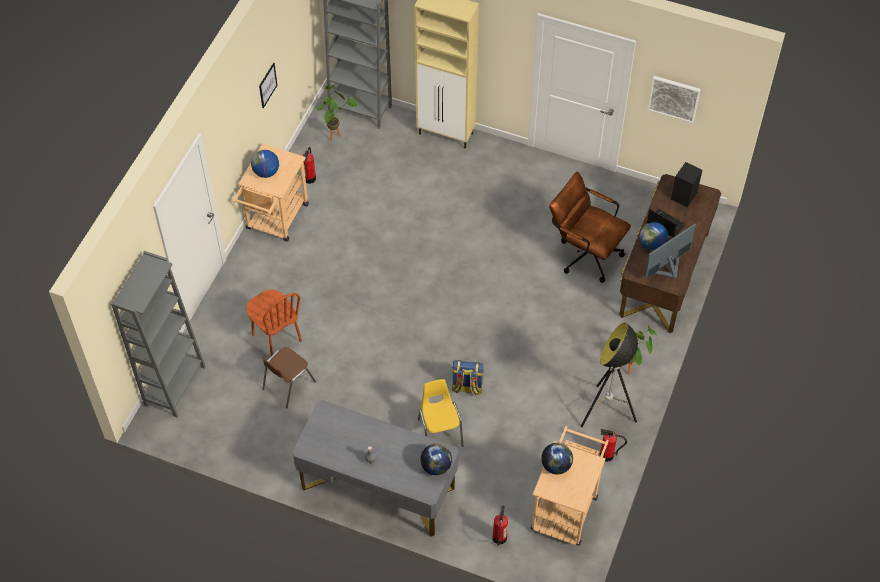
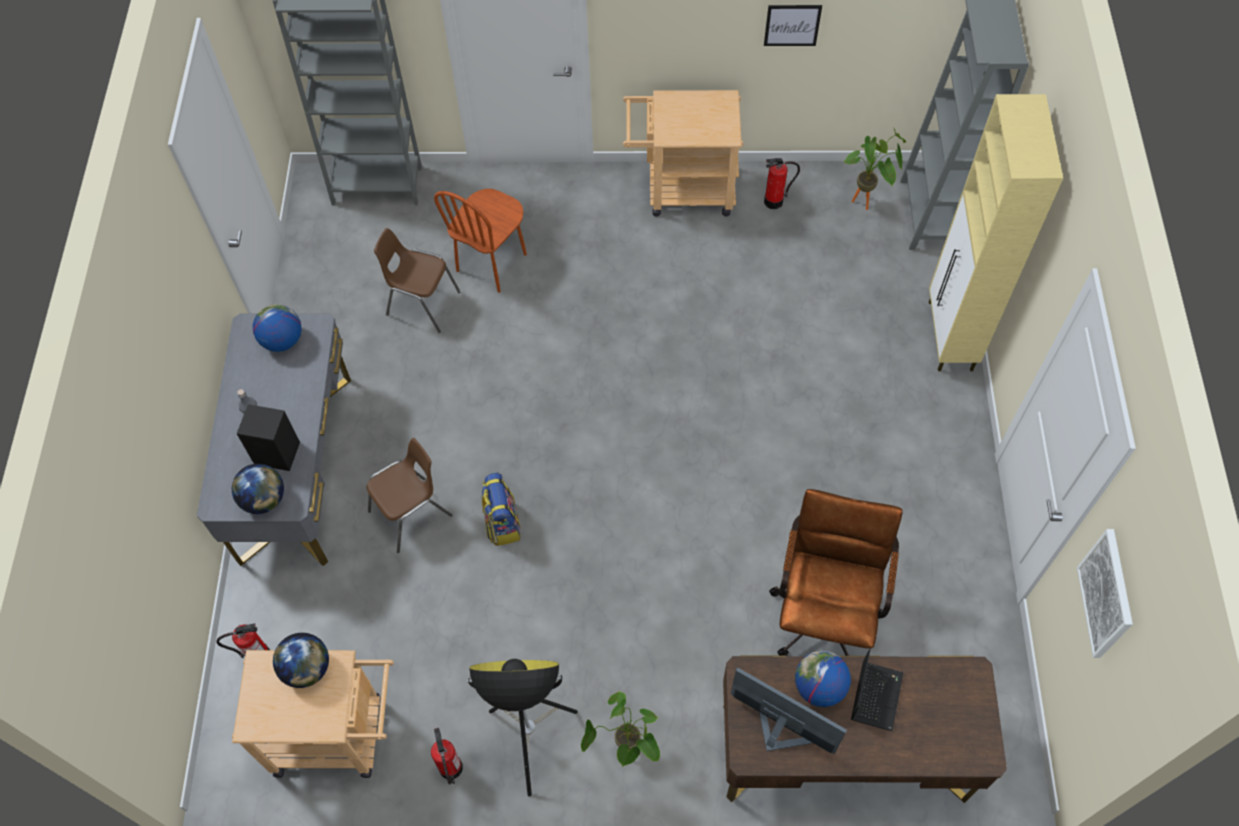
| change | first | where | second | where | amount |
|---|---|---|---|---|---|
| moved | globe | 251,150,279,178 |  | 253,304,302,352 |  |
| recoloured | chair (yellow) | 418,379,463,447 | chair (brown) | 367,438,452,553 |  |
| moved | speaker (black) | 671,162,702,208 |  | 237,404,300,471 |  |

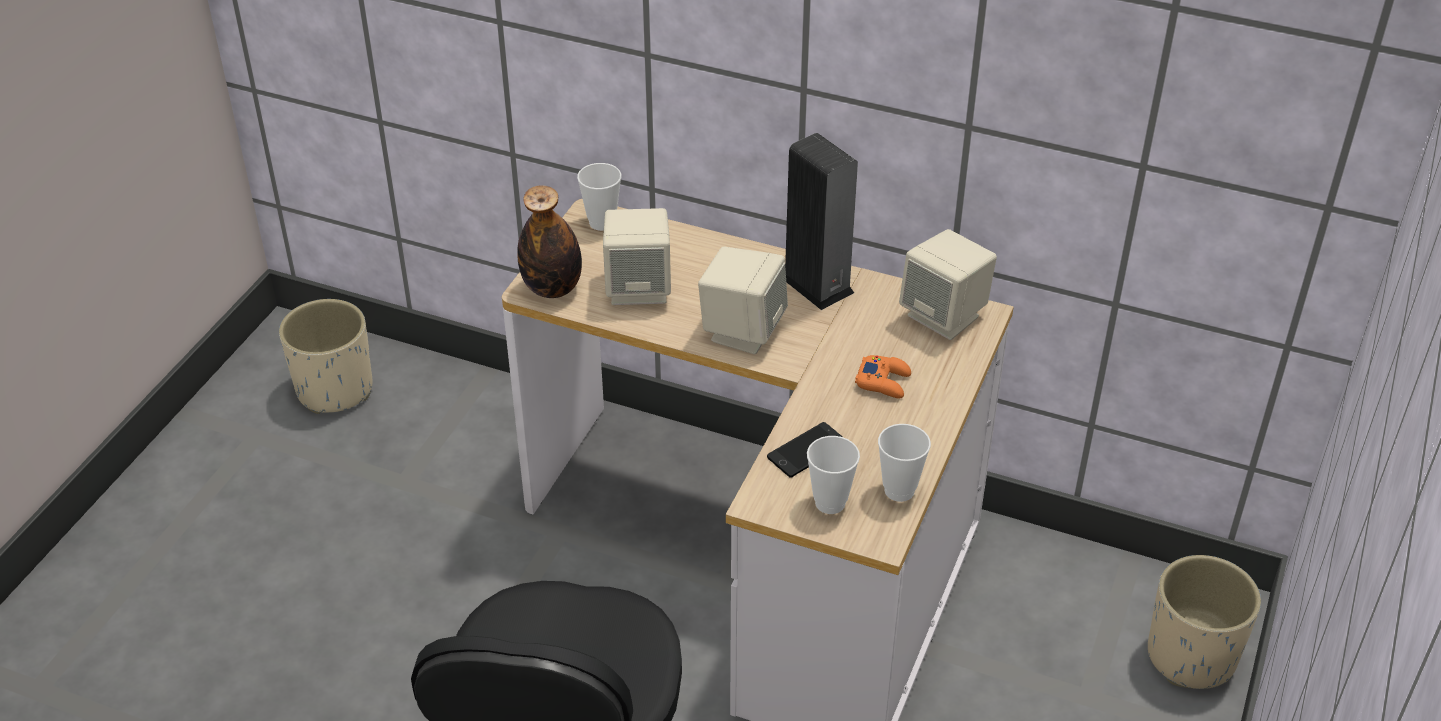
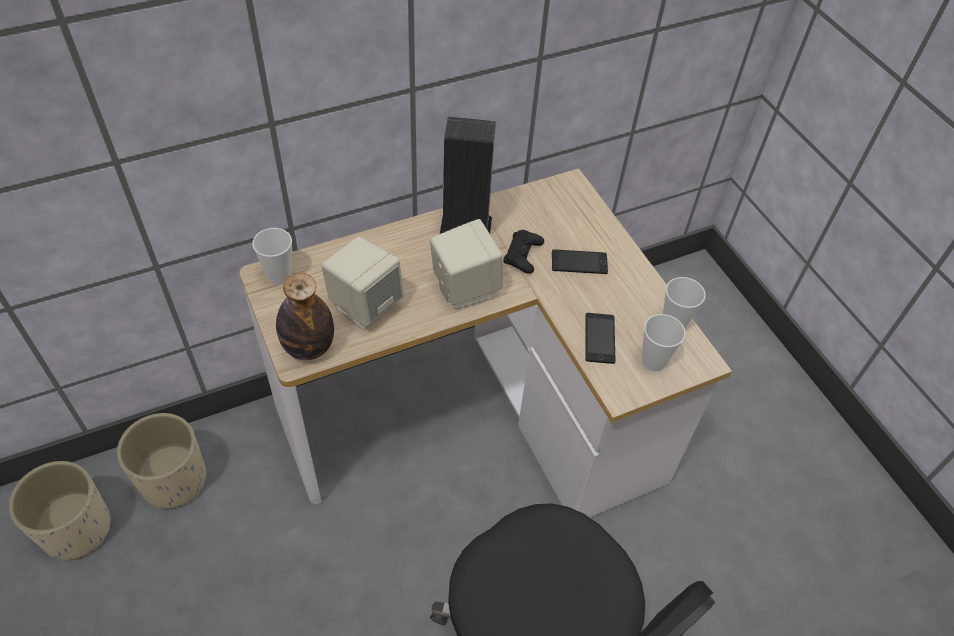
| change | first | where | second | where | amount |
|---|---|---|---|---|---|
| replaced | game controller (orange) | 855,355,911,398 | phone | 552,249,608,274 |  |
| removed | speaker (beige) | 899,229,997,340 |  |  |  |
| moved | planter (beige) | 1148,555,1261,689 |  | 117,413,206,510 |  |
| added |  |  | game controller (black) | 503,230,544,274 |  |

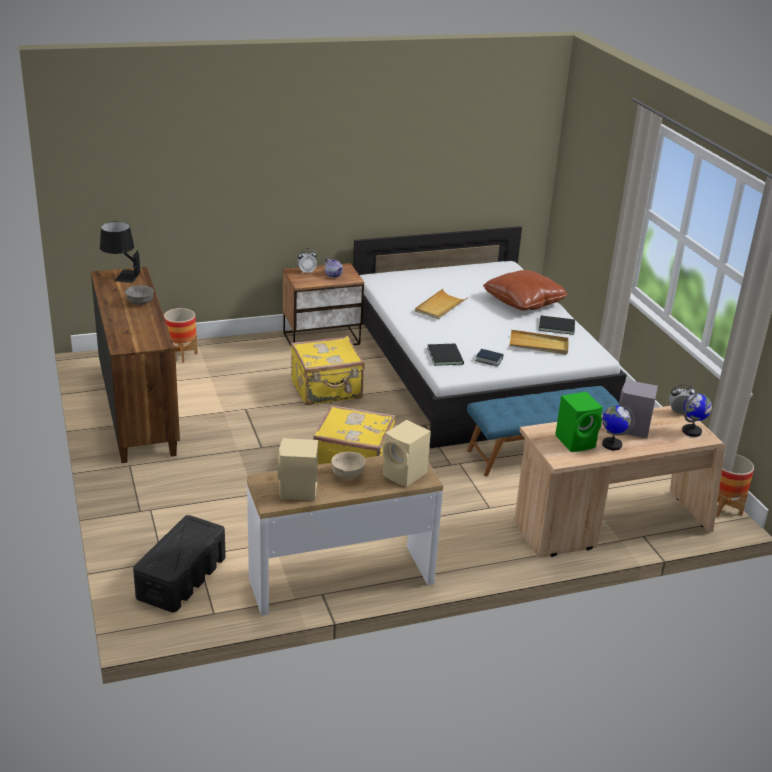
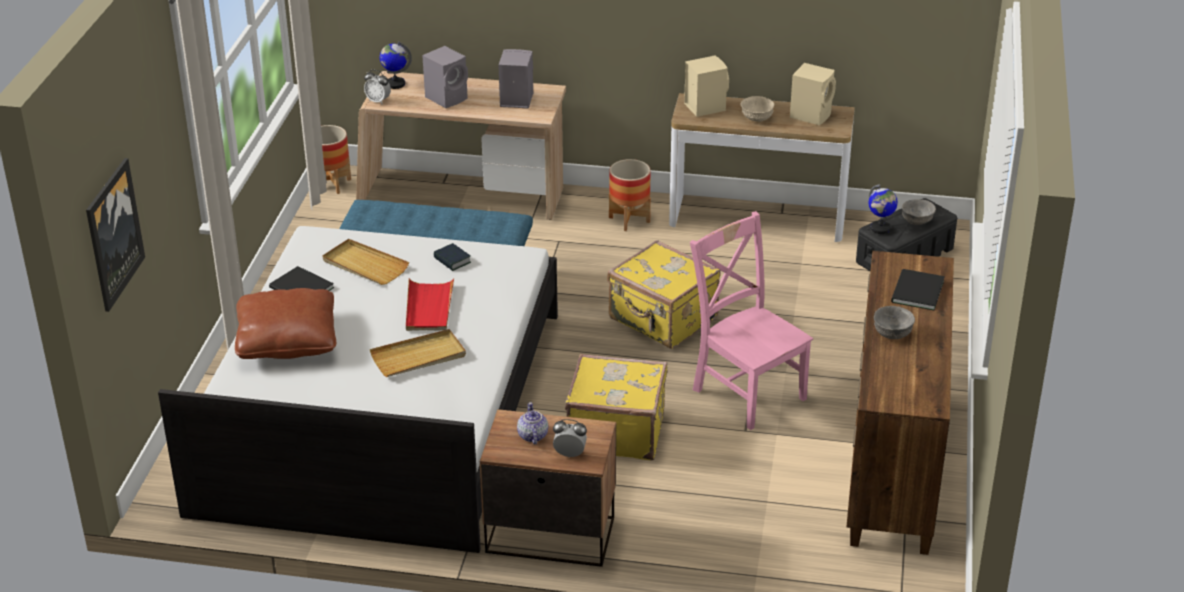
| change | first | where | second | where | amount |
|---|---|---|---|---|---|
| removed | table lamp (black) | 100,221,141,283 |  |  |  |
| moved | planter | 164,308,198,363 |  | 609,159,651,231 |  |
| moved | book (black) | 427,344,464,366 |  | 891,269,945,311 |  |
| recoloured | speaker (green) | 555,392,603,452 | speaker (grey) | 498,49,533,109 |  |
| moved | globe | 602,405,635,451 |  | 869,184,898,234 |  |
| added |  |  | picture | 86,158,145,312 |  |
| added |  |  | tray (red) | 406,278,454,331 |  |
| added |  |  | chair (pink) | 690,211,813,430 |  |
| added |  |  | bowl (grey) | 902,199,936,225 |  |

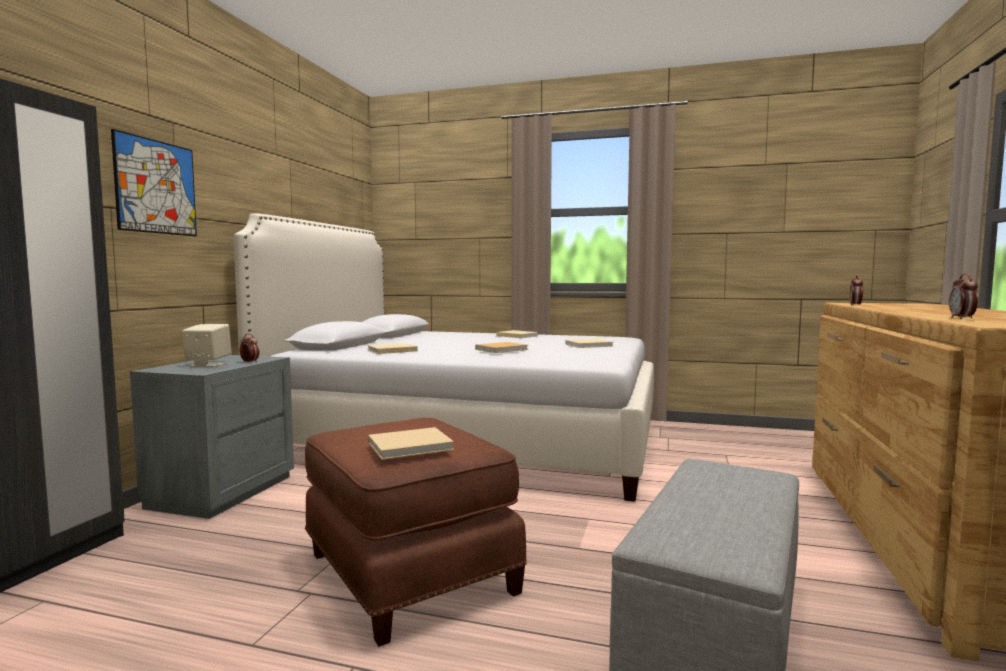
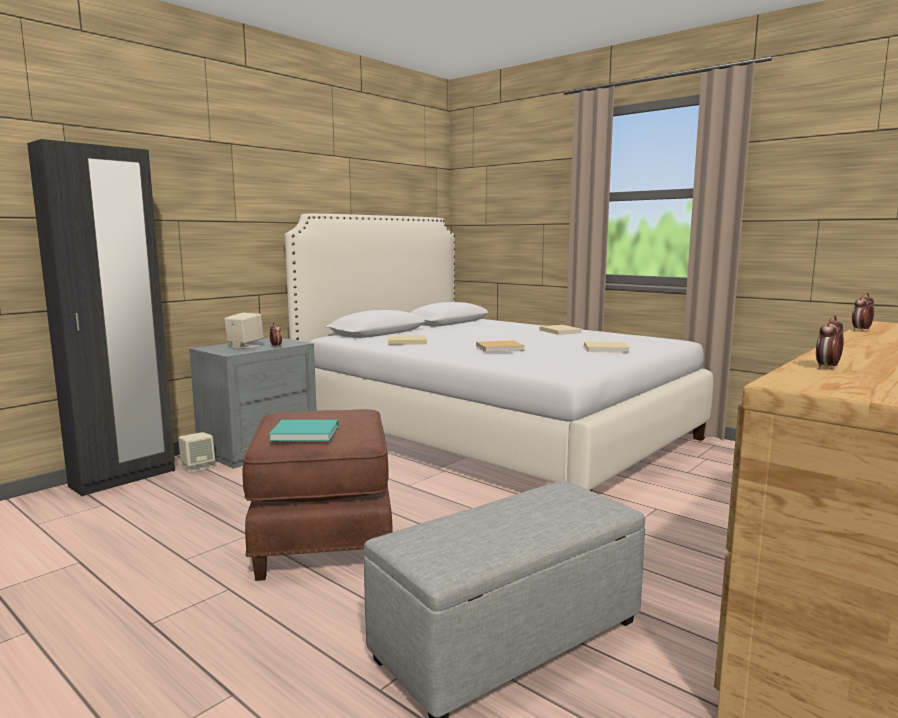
| change | first | where | second | where | amount |
|---|---|---|---|---|---|
| removed | picture | 111,129,197,236 |  |  |  |
| recoloured | book (beige) | 368,427,454,460 | book (turquoise) | 269,420,338,441 |  |
| added |  |  | speaker (beige) | 178,432,215,473 |  |

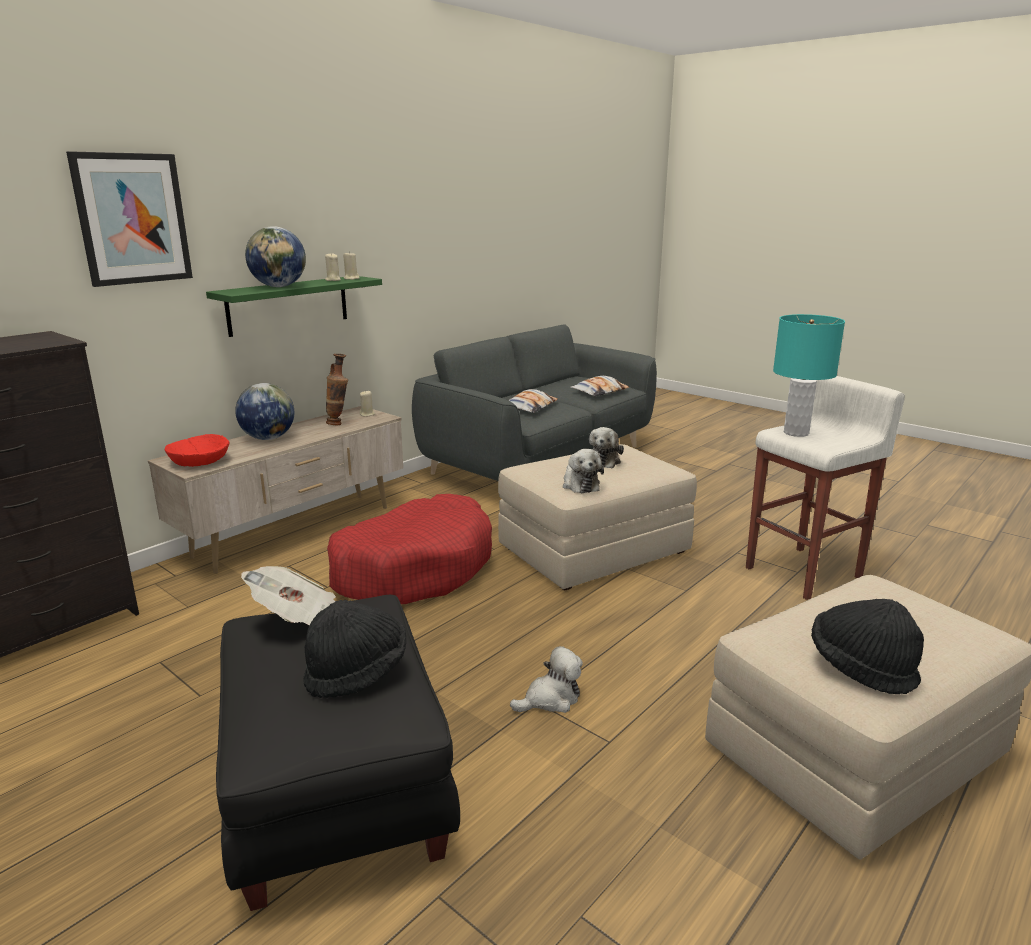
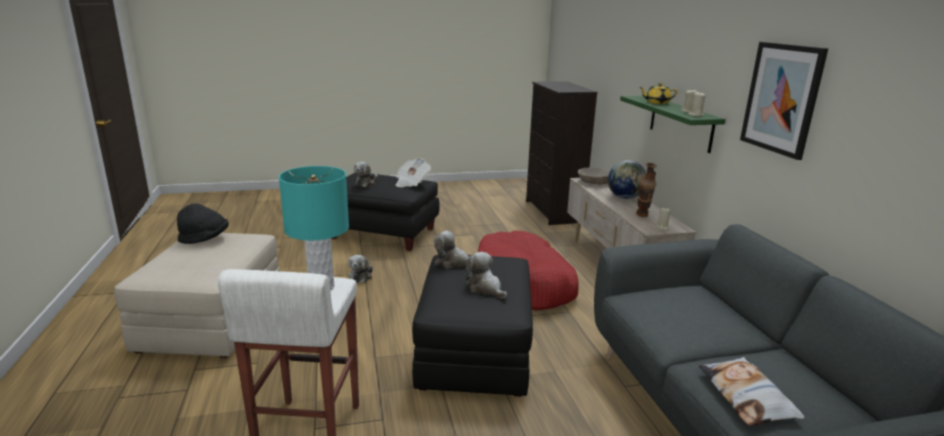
| change | first | where | second | where | amount |
|---|---|---|---|---|---|
| moved | picture | 66,151,193,287 |  | 740,42,828,160 |  |
| recoloured | bowl (red) | 165,434,229,467 | bowl (beige) | 578,168,610,184 |  |
| replaced | globe | 245,226,306,287 | teapot (yellow) | 639,83,678,104 |  |
| replaced | hat (black) | 304,600,406,698 | plush toy | 354,162,379,187 |  |
| recoloured | ottoman (beige) | 498,444,697,591 | ottoman (black) | 412,255,533,397 |  |
| removed | pillow | 508,389,558,413 |  |  |  |

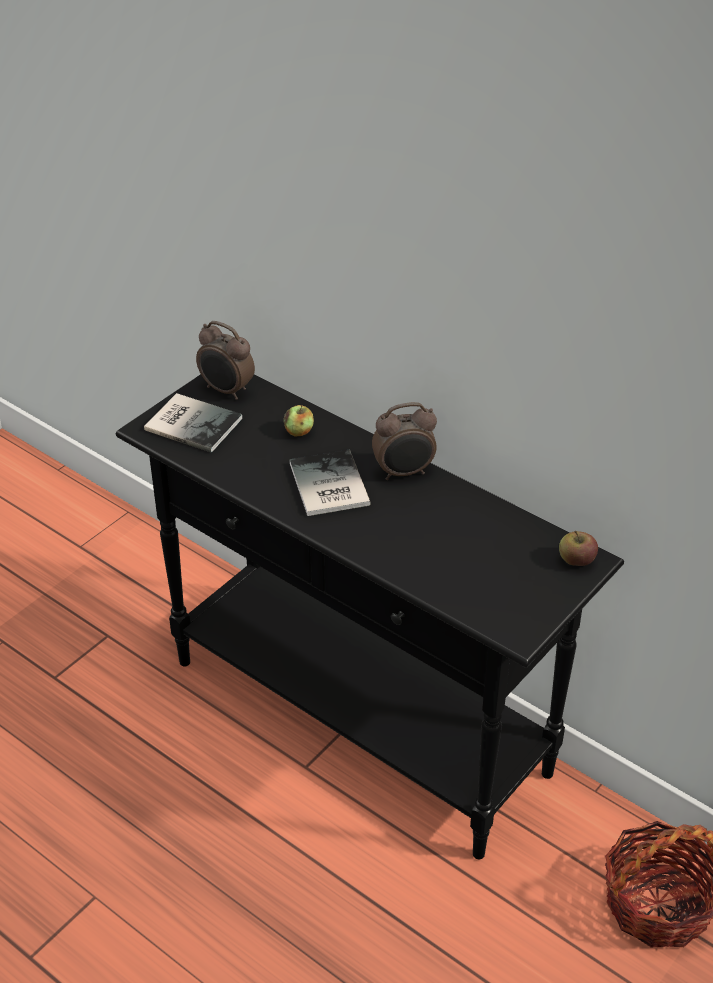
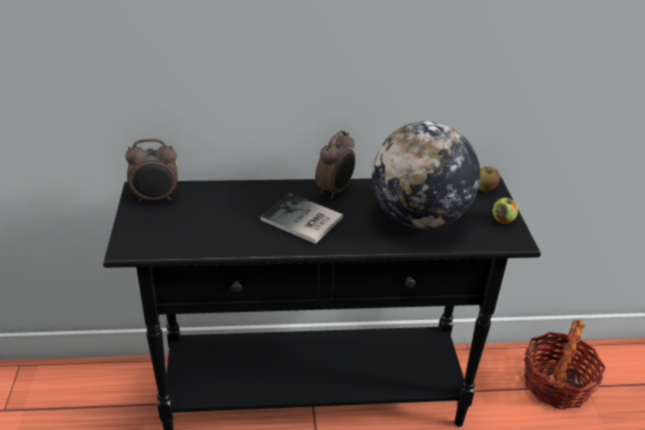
| change | first | where | second | where | amount |
|---|---|---|---|---|---|
| removed | book | 144,393,242,453 |  |  |  |
| moved | apple | 284,405,314,436 |  | 493,197,518,224 |  |
| added |  |  | globe | 372,121,480,229 |  |

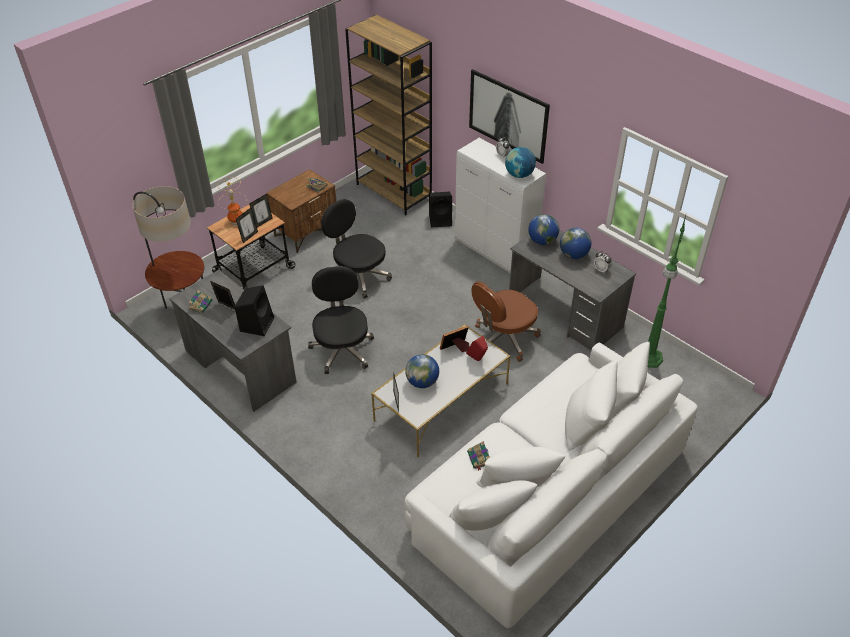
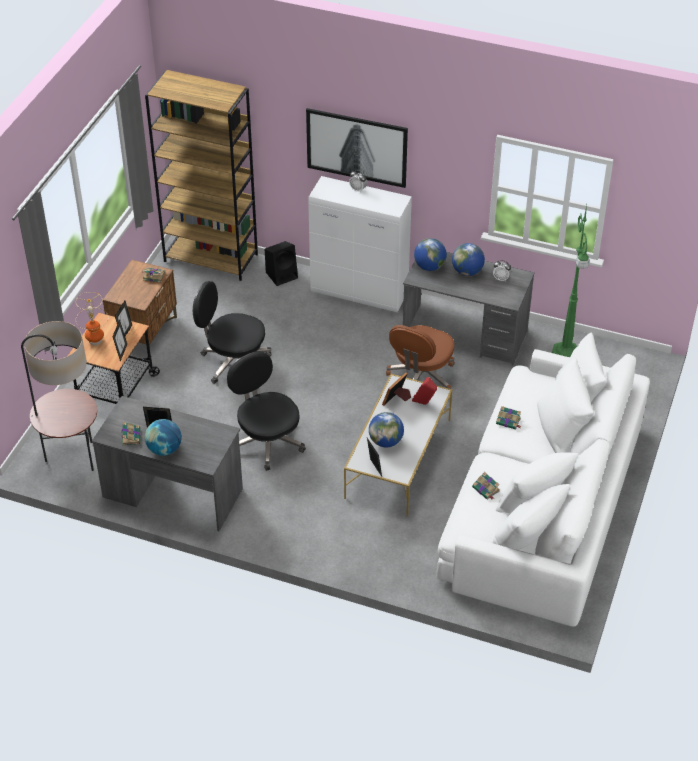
| change | first | where | second | where | amount |
|---|---|---|---|---|---|
| removed | speaker (black) | 235,285,274,336 |  |  |  |
| moved | globe | 505,147,536,178 |  | 145,419,182,456 |  |
| added |  |  | book | 496,406,521,429 |  |

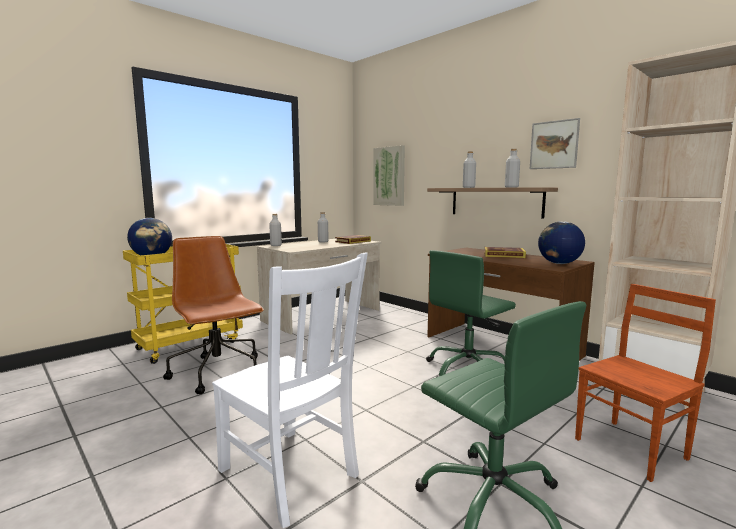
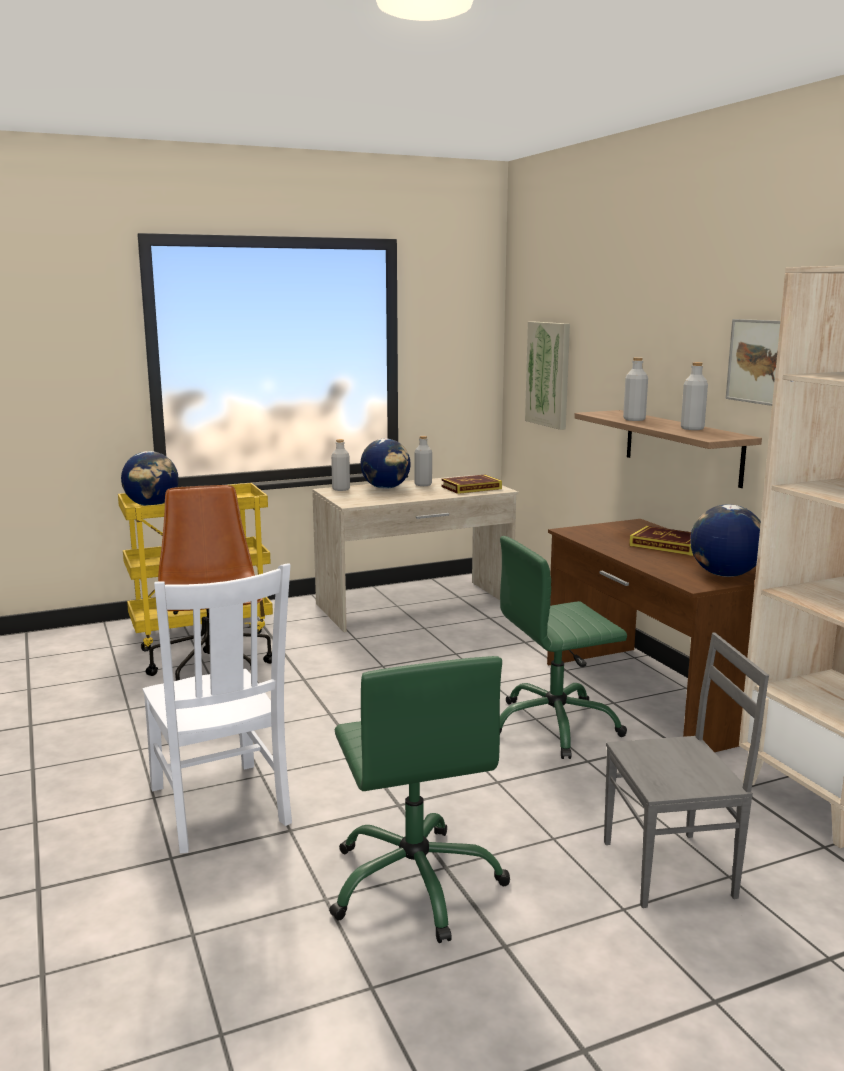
| change | first | where | second | where | amount |
|---|---|---|---|---|---|
| recoloured | chair (brown) | 575,284,716,482 | chair (grey) | 604,633,769,908 |  |
| added |  |  | globe | 360,439,410,489 |  |

